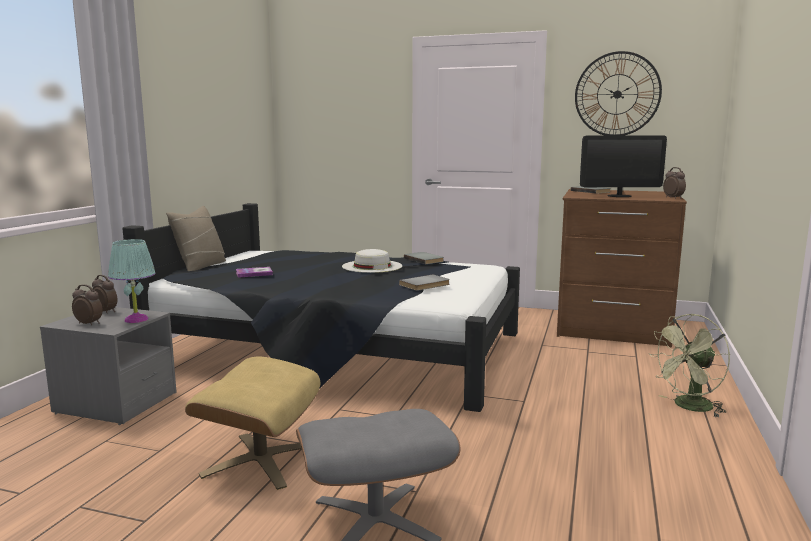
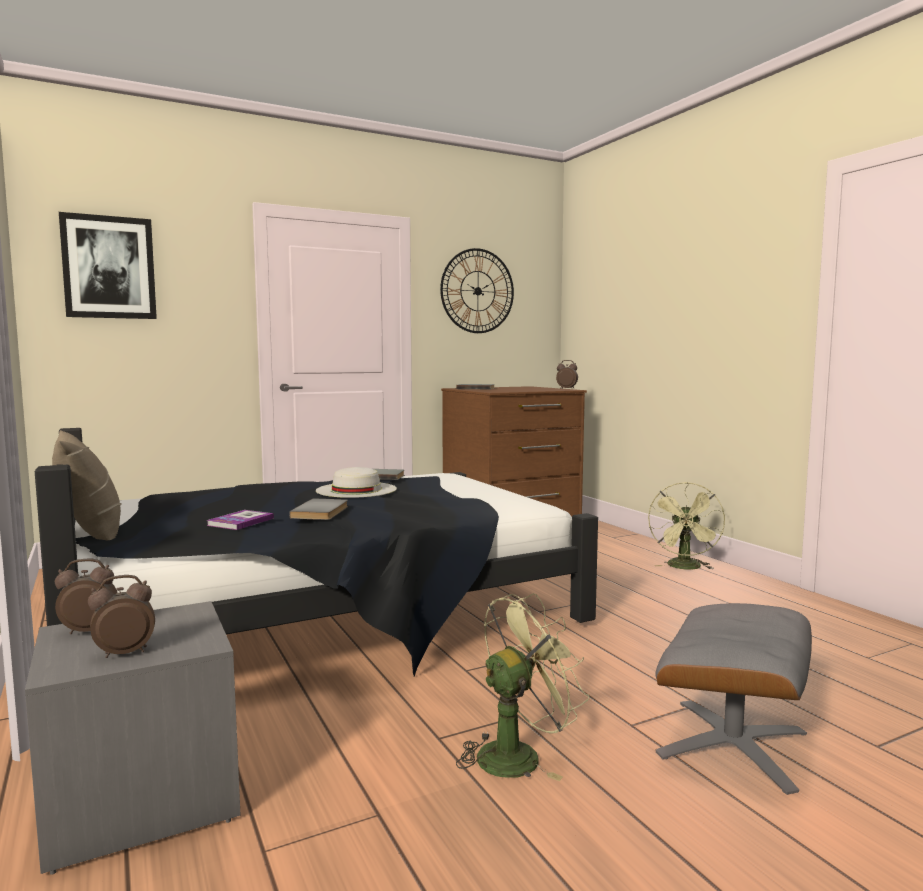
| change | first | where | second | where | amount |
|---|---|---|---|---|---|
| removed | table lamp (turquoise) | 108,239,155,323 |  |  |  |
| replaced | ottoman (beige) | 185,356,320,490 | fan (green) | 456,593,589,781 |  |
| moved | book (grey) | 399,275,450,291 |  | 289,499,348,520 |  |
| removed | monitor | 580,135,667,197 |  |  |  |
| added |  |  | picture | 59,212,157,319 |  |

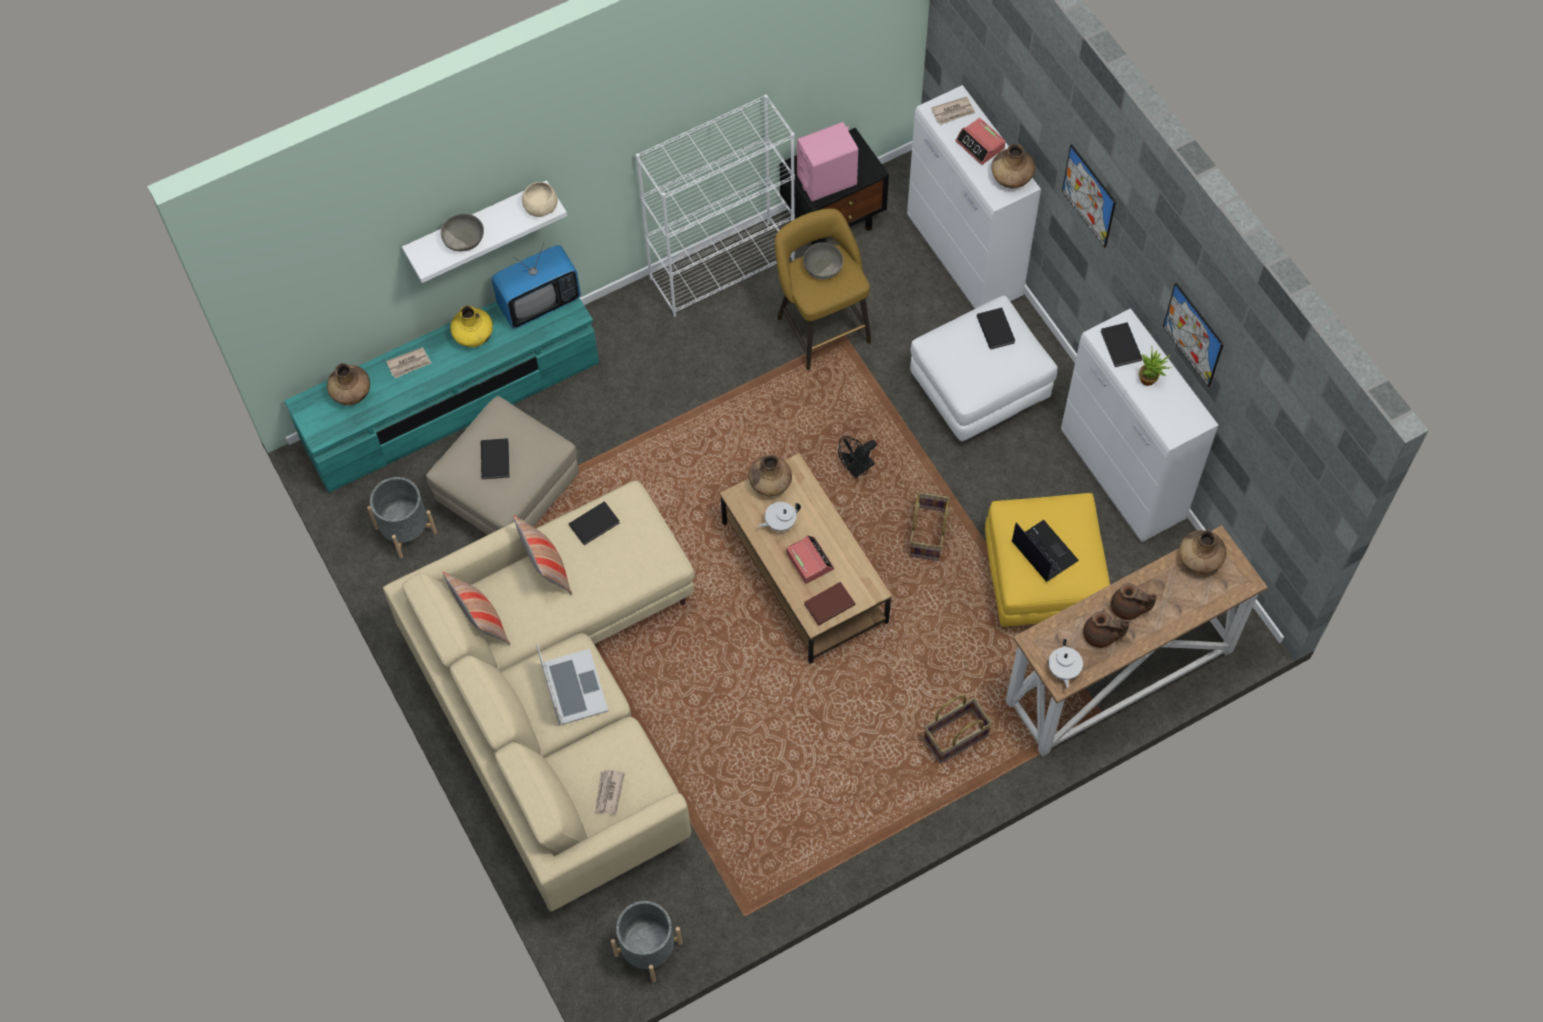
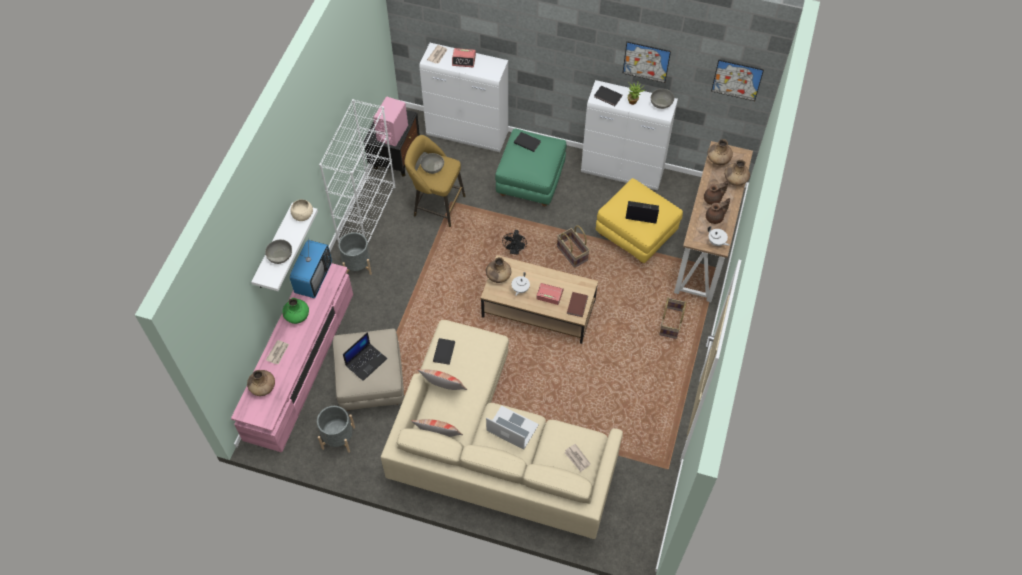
| change | first | where | second | where | amount |
|---|---|---|---|---|---|
| recoloured | tv stand (turquoise) | 284,298,599,493 | tv stand (pink) | 231,263,353,452 |  |
| recoloured | vase (yellow) | 450,305,493,347 | vase (green) | 282,298,309,324 |  |
| replaced | book (black) | 481,438,509,479 | laptop | 343,332,387,381 |  |
| moved | planter (grey) | 611,901,682,982 |  | 339,232,372,275 |  |
| recoloured | ottoman (white) | 910,296,1058,441 | ottoman (green) | 495,128,566,207 |  |
| moved | vase (brown) | 991,144,1035,188 |  | 724,159,750,186 |  |
| moved | picture | 1062,144,1116,248 |  | 711,60,764,101 |  |
| added |  |  | bowl (grey) | 651,89,674,109 |  |

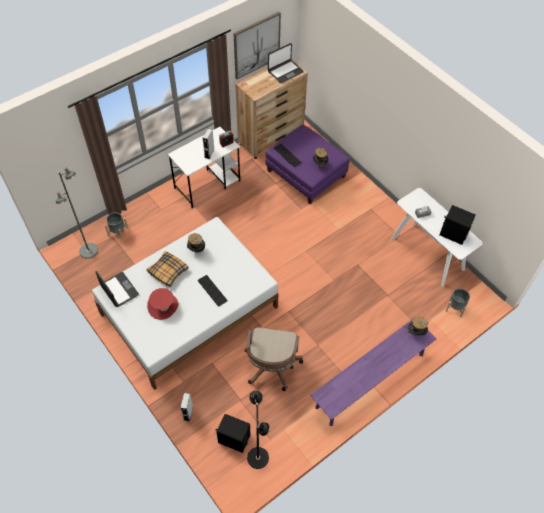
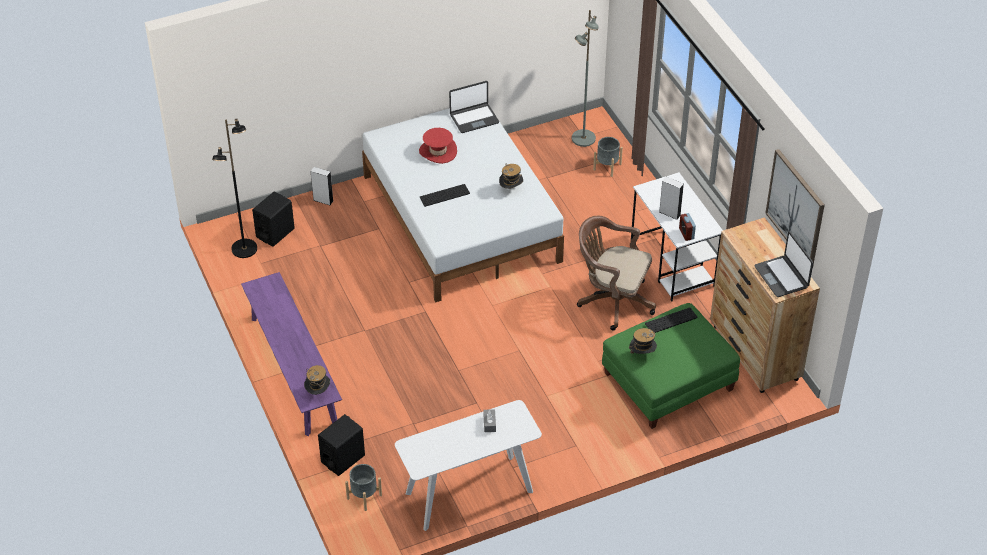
| change | first | where | second | where | amount |
|---|---|---|---|---|---|
| removed | pillow | 147,251,189,287 |  |  |  |
| moved | office chair (brown) | 245,327,303,391 |  | 577,216,656,331 |  |
| recoloured | ottoman (purple) | 265,125,350,204 | ottoman (green) | 602,303,740,429 |  |
| moved | speaker (black) | 439,205,476,245 |  | 318,414,365,476 |  |

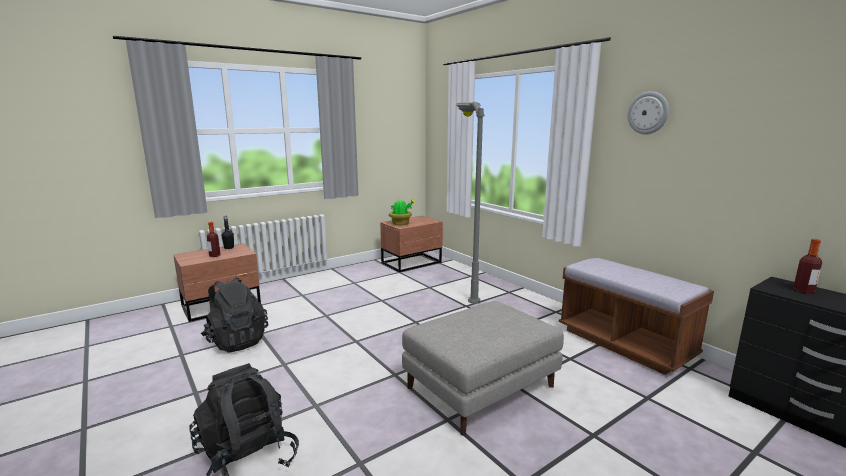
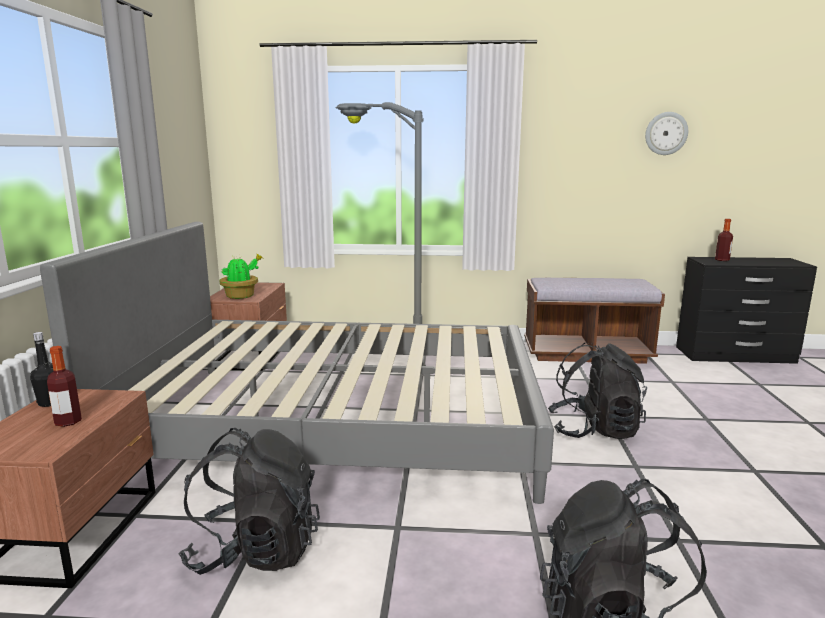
| change | first | where | second | where | amount |
|---|---|---|---|---|---|
| replaced | ottoman (grey) | 402,301,564,435 | backpack (black) | 548,343,647,439 |  |
| moved | wall clock | 628,91,669,135 |  | 645,112,688,155 |  |
| added |  |  | bed (grey) | 40,222,554,504 |  |

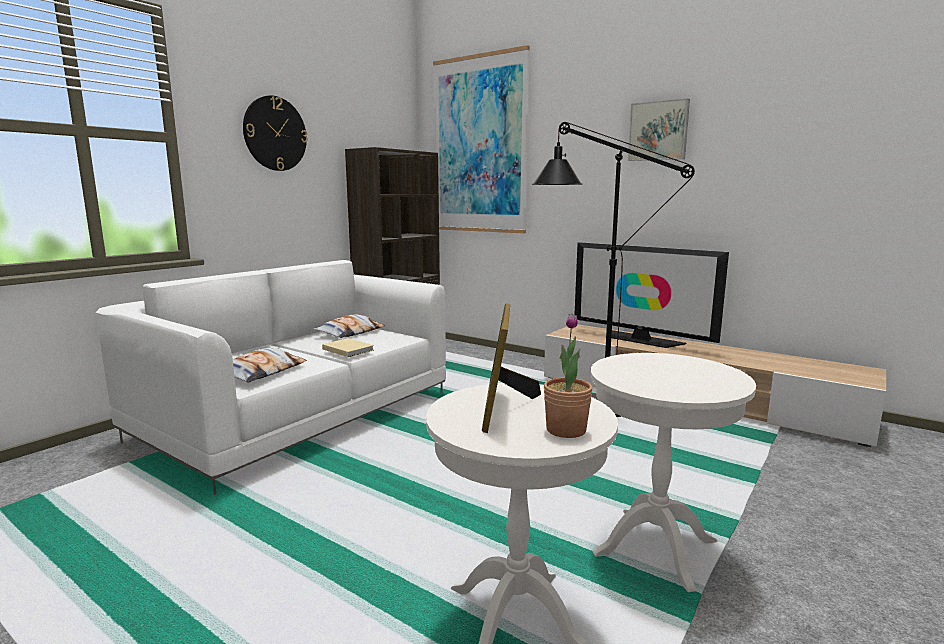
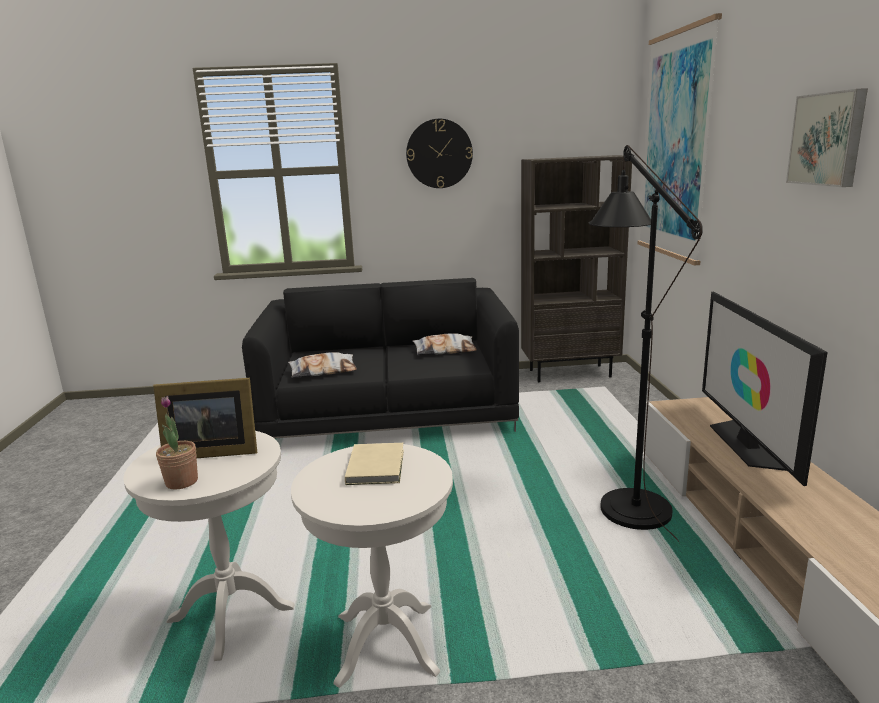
| change | first | where | second | where | amount |
|---|---|---|---|---|---|
| recoloured | sofa (white) | 96,260,446,495 | sofa (black) | 242,278,519,439 |  |
| moved | book (beige) | 322,338,374,357 |  | 345,443,404,485 |  |
| turned | picture frame | 482,303,541,433 |  | 153,378,257,458 | 150 degrees counterclockwise |

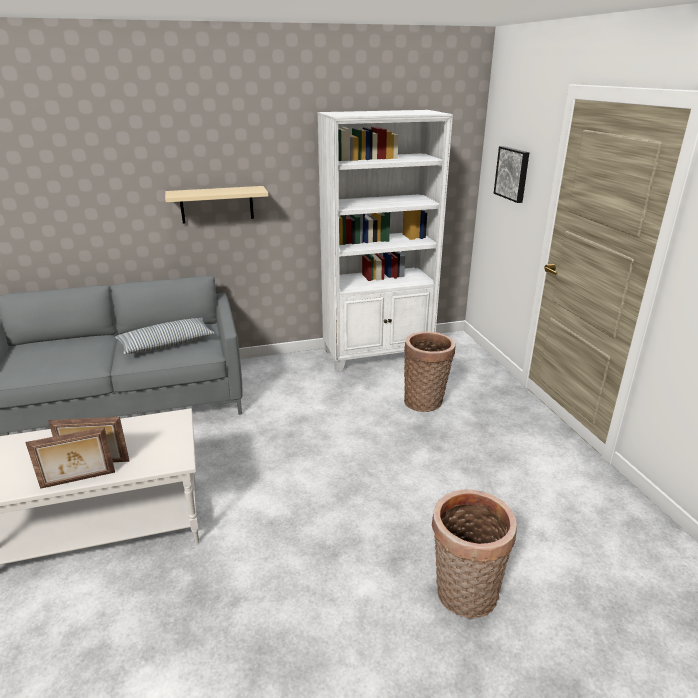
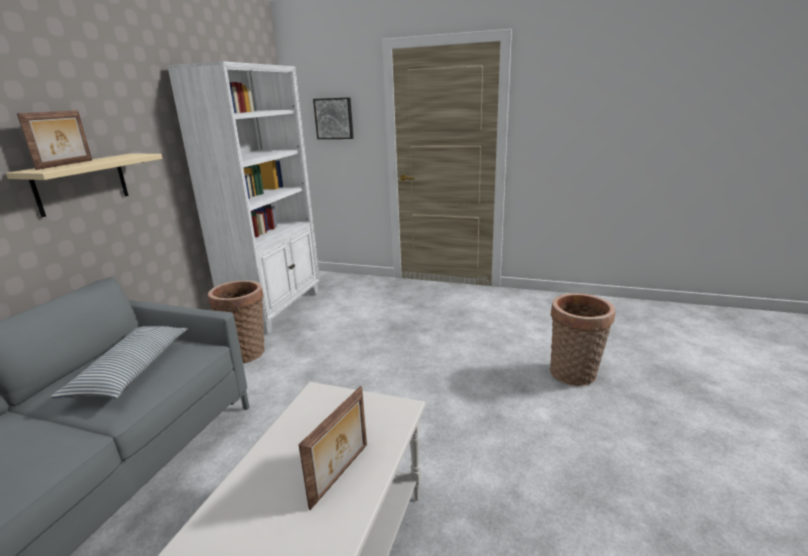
| change | first | where | second | where | amount |
|---|---|---|---|---|---|
| moved | picture frame | 26,427,115,489 |  | 17,110,92,170 |  |
| moved | basket | 404,331,456,412 |  | 208,280,265,363 |  |

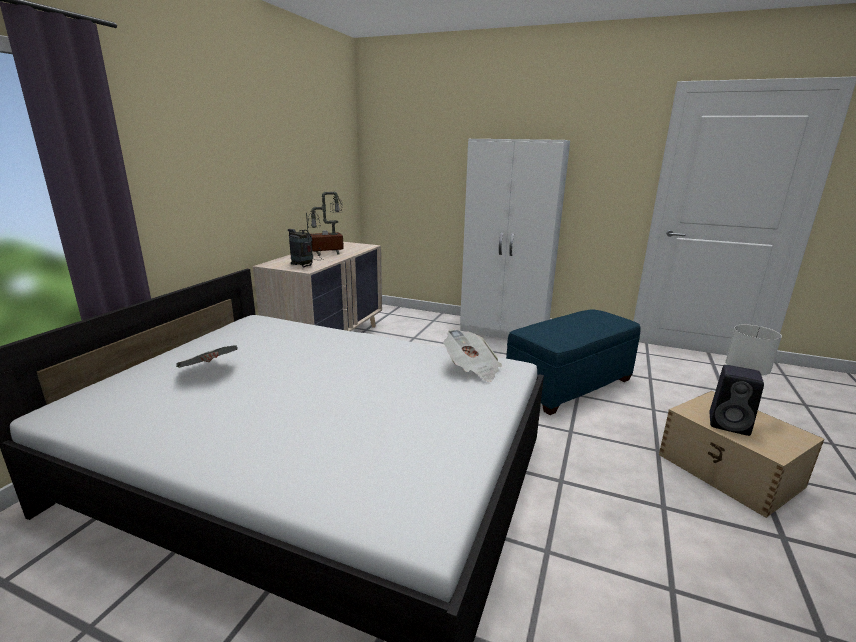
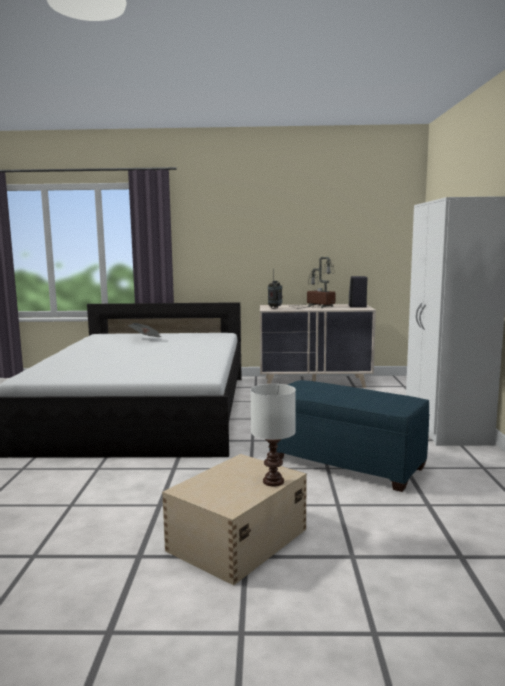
| change | first | where | second | where | amount |
|---|---|---|---|---|---|
| removed | newspaper | 443,329,502,382 |  |  |  |
| moved | speaker (black) | 710,365,764,436 |  | 349,276,367,308 |  |

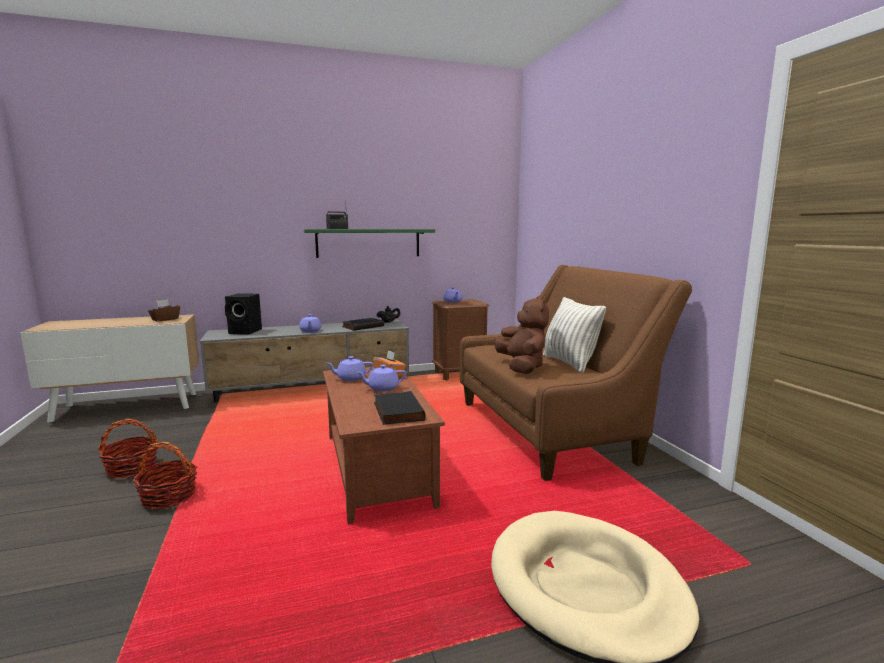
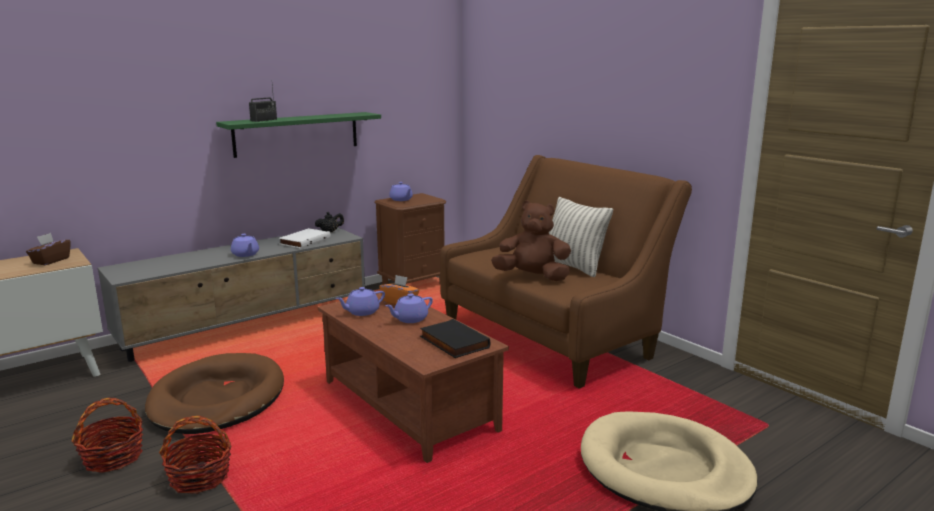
| change | first | where | second | where | amount |
|---|---|---|---|---|---|
| removed | speaker (black) | 225,293,262,334 |  |  |  |
| recoloured | book (black) | 342,318,384,331 | book (white) | 279,228,331,249 |  |
| turned | plush toy (brown) | 494,296,549,374 |  | 491,201,571,281 | 45 degrees counterclockwise |
| added |  |  | dog bed (brown) | 145,353,284,434 |  |

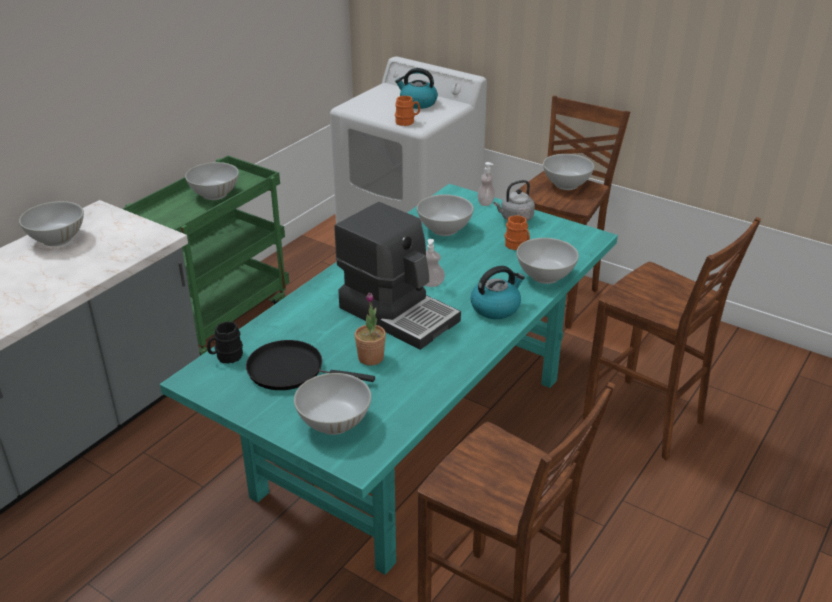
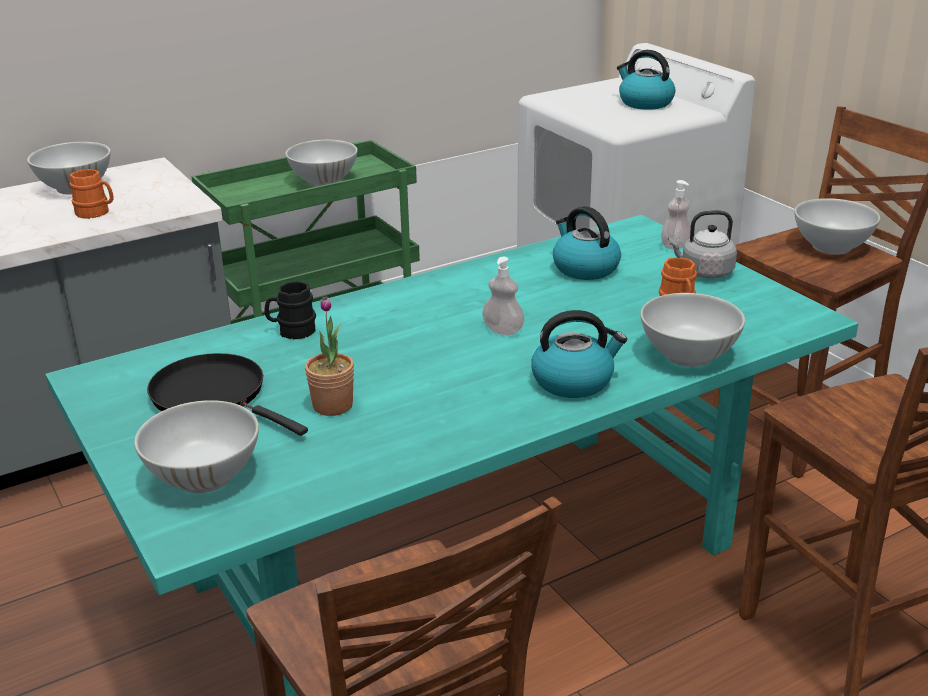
| change | first | where | second | where | amount |
|---|---|---|---|---|---|
| moved | mug (black) | 207,322,243,363 |  | 265,281,316,339 |  |
| removed | coffee machine | 334,202,461,350 |  |  |  |
| moved | mug (orange) | 395,96,420,126 |  | 70,169,113,219 |  |
| replaced | bowl (white) | 417,194,474,236 | kettle | 553,206,621,280 |  |

